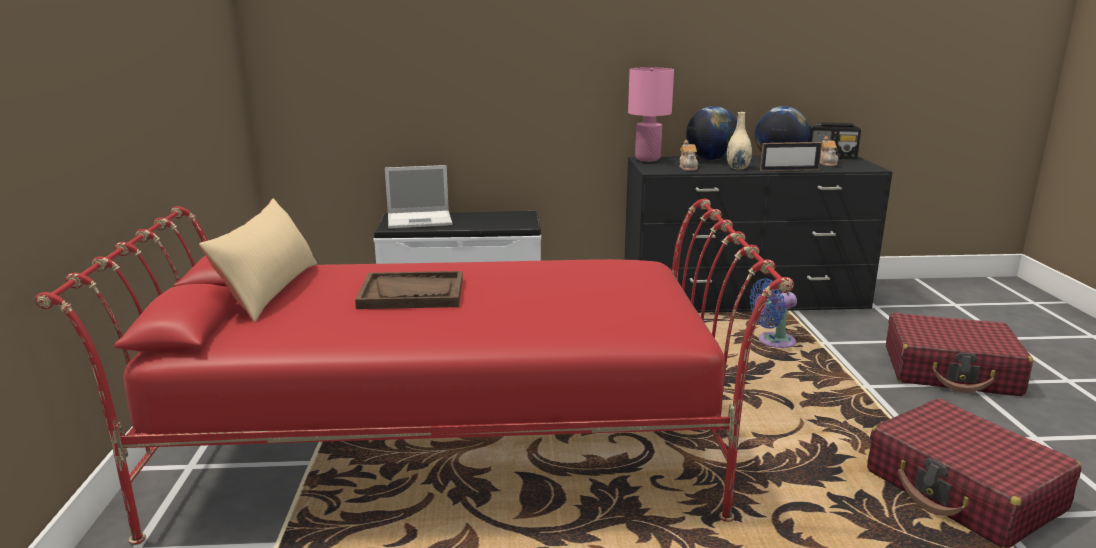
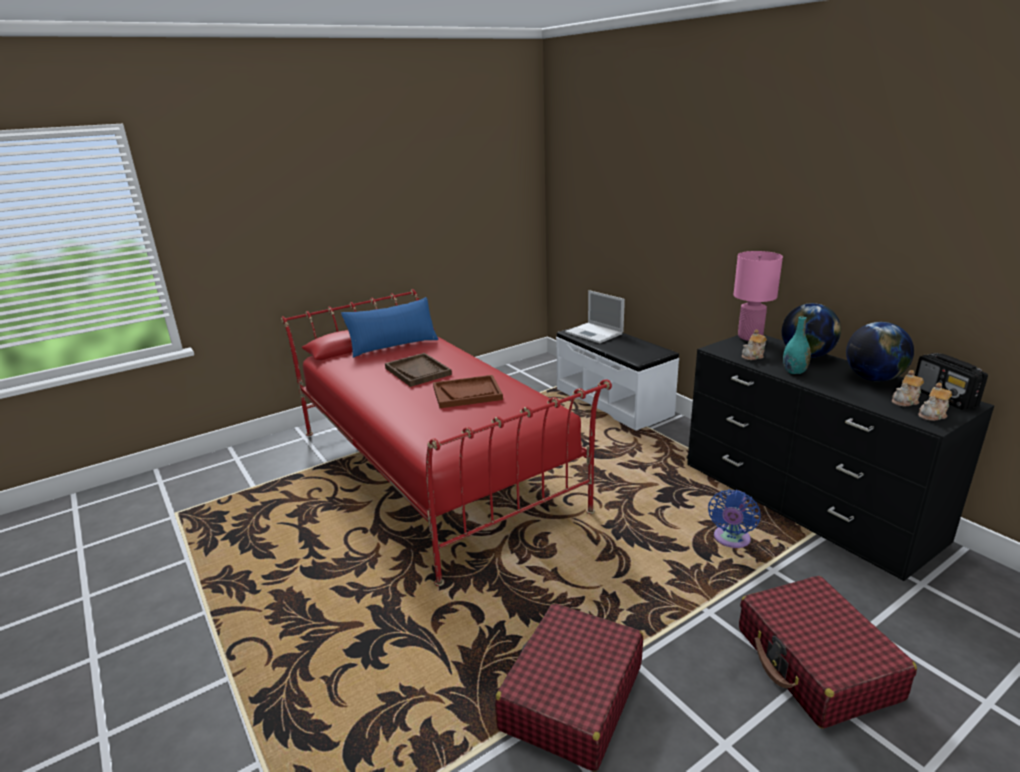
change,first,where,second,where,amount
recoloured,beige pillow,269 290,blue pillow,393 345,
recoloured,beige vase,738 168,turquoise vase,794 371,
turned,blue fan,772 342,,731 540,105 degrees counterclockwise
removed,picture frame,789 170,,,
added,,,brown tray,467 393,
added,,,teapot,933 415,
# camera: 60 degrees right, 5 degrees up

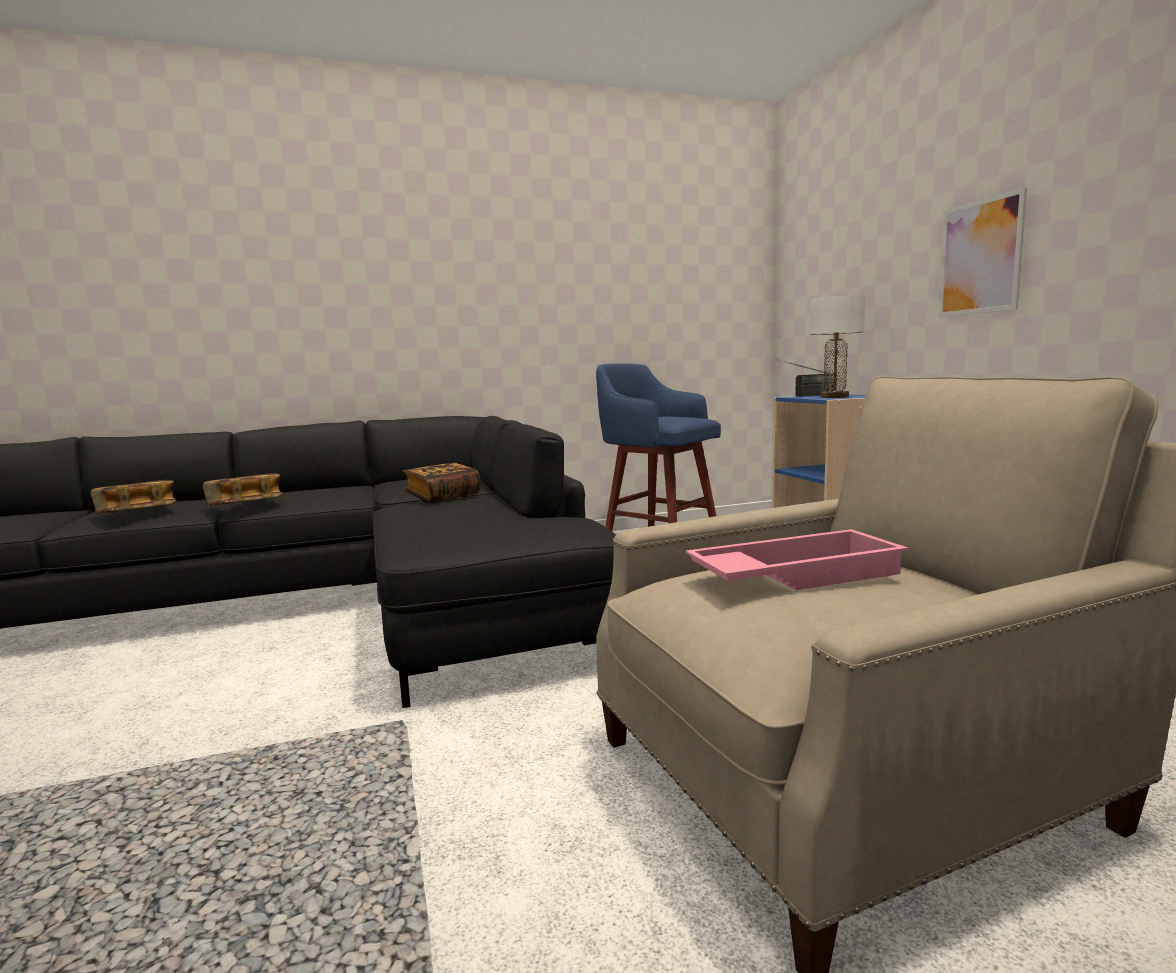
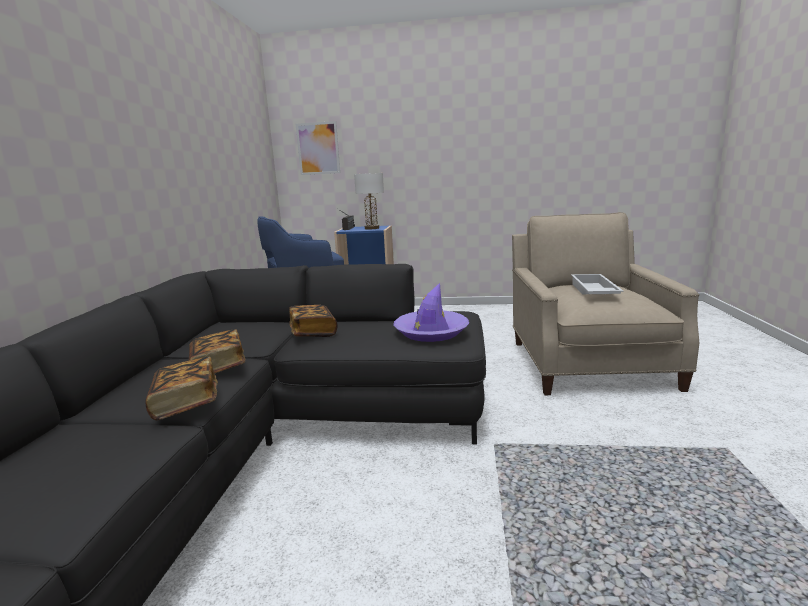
change,first,where,second,where,amount
moved,book,136 513,,218 367,
recoloured,pink tray,794 574,white tray,593 291,
moved,picture,980 257,,318 148,
added,,,purple hat,431 332,
# camera: 65 degrees left, 5 degrees up

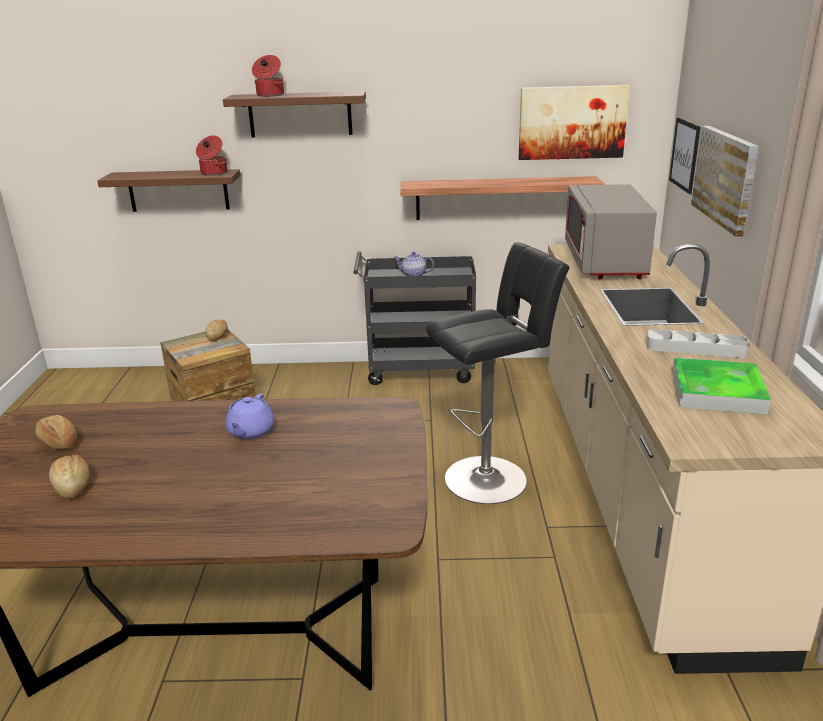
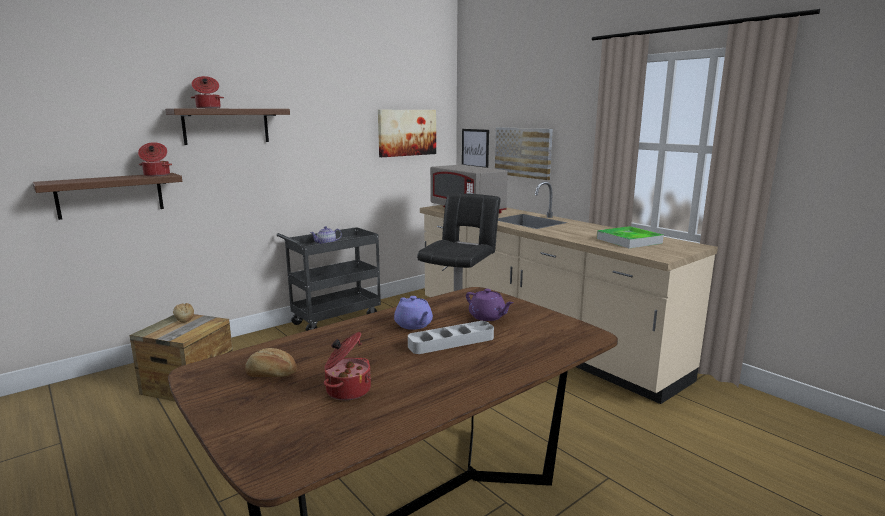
change,first,where,second,where,amount
replaced,bread,72 485,cooking pot,347 390,
removed,shelf,498 198,,,
moved,grey tray,695 348,,451 342,
added,,,purple teapot,488 317,
# camera: 40 degrees left, 10 degrees down

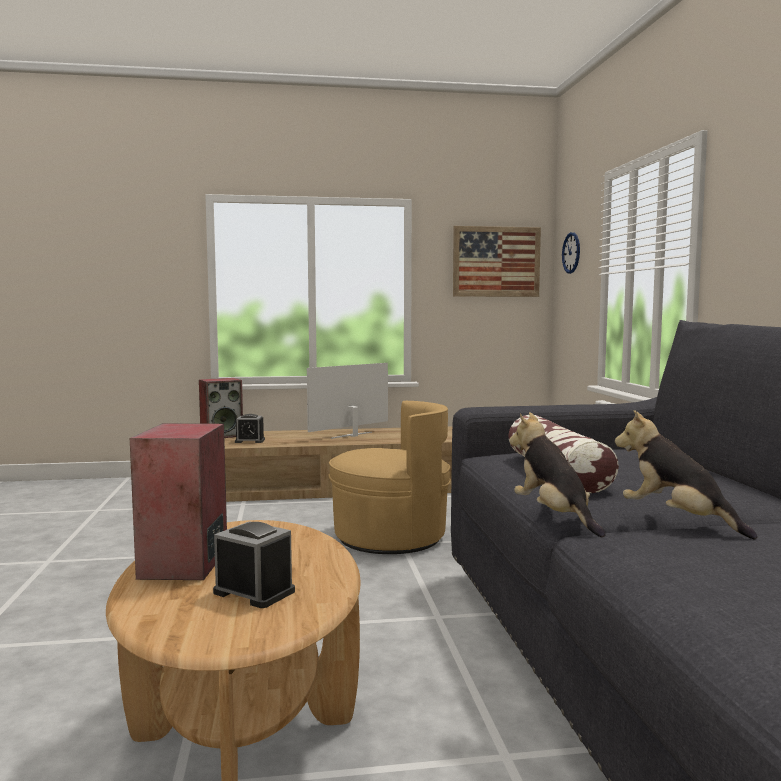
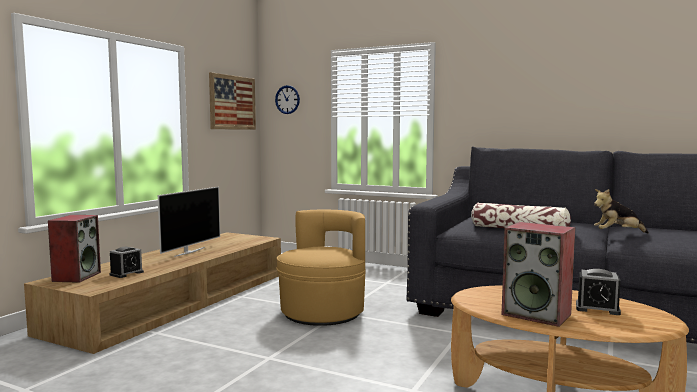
change,first,where,second,where,amount
turned,alarm clock,254 592,,597 308,135 degrees counterclockwise
turned,television,352 435,,189 252,150 degrees counterclockwise
removed,plush toy,554 516,,,
# camera: 55 degrees left, 0 degrees up

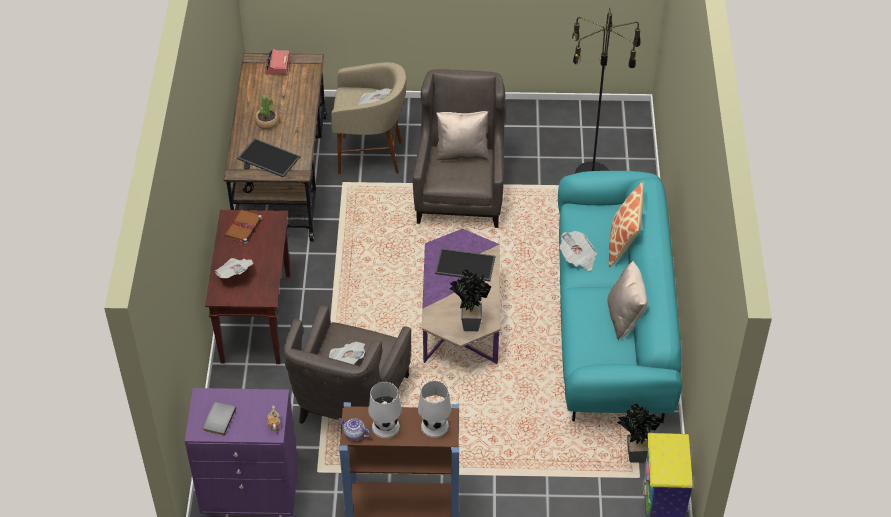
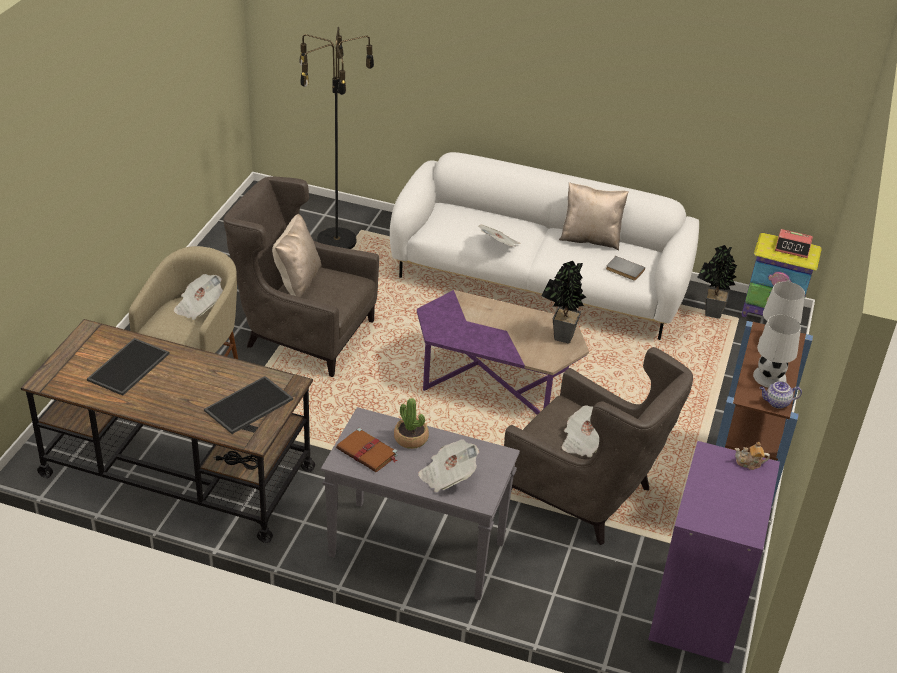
change,first,where,second,where,amount
moved,grey book,218 419,,624 270,
recoloured,brown console table,255 317,grey console table,415 550,
moved,potted plant,267 122,,411 438,
moved,alarm clock,277 66,,793 248,
turned,teapot,354 434,,776 402,45 degrees clockwise
moved,tray,464 266,,129 368,
recoloured,turquoise sofa,611 321,white sofa,539 282,
removed,pillow,623 244,,,
# camera: 75 degrees left, 10 degrees down

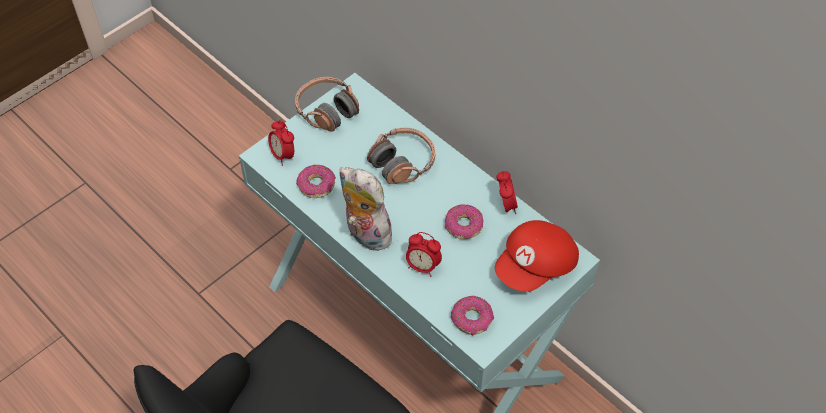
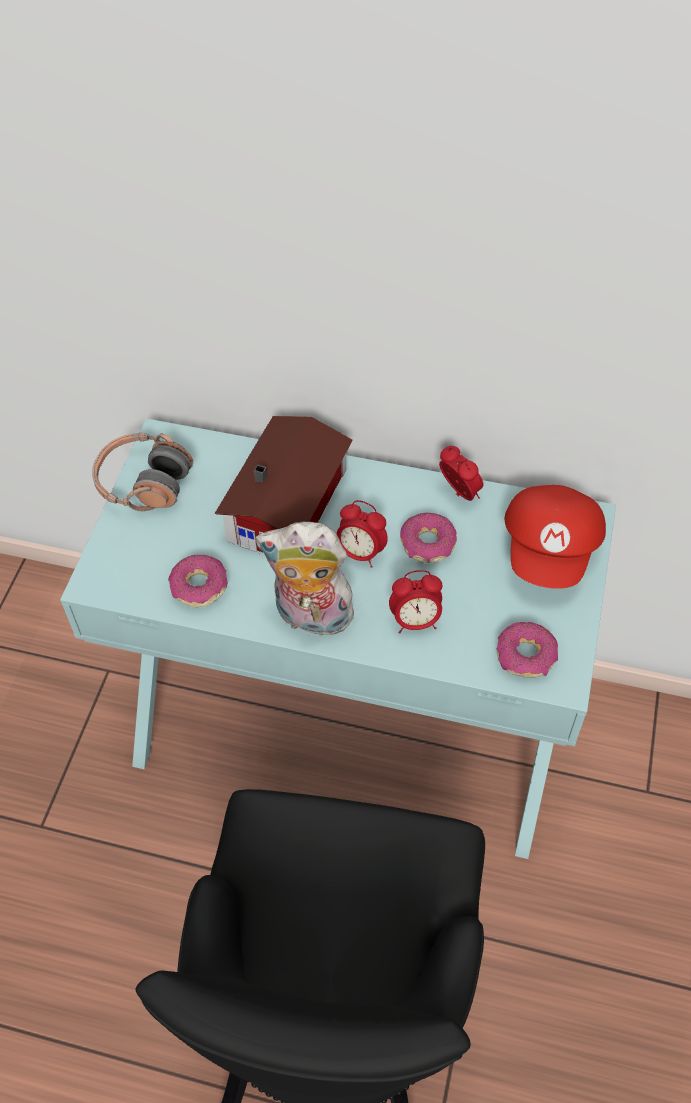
change,first,where,second,where,amount
moved,alarm clock,283 155,,360 553,
replaced,headphones,402 162,toy house,292 502,
# camera: 30 degrees left, 0 degrees up

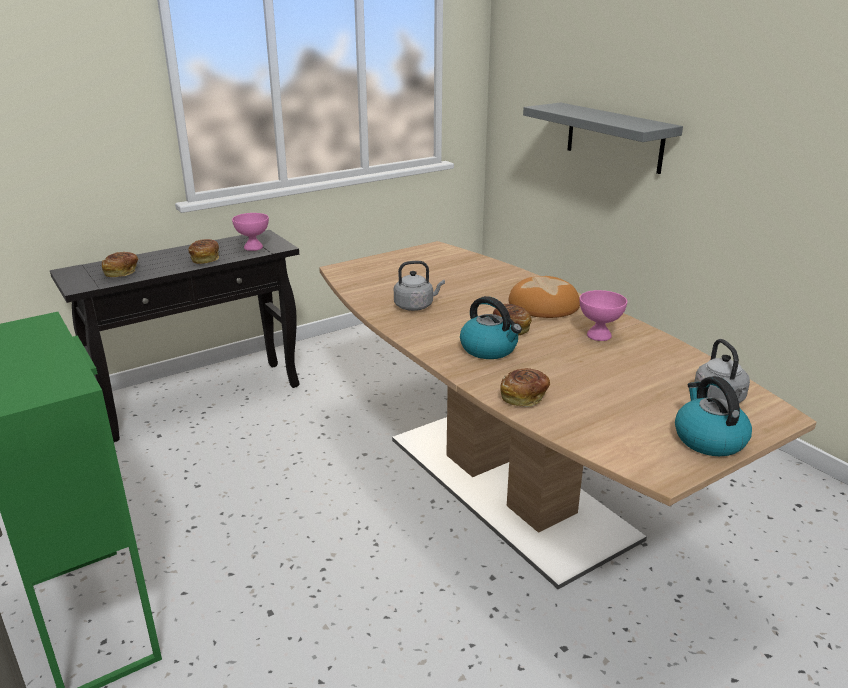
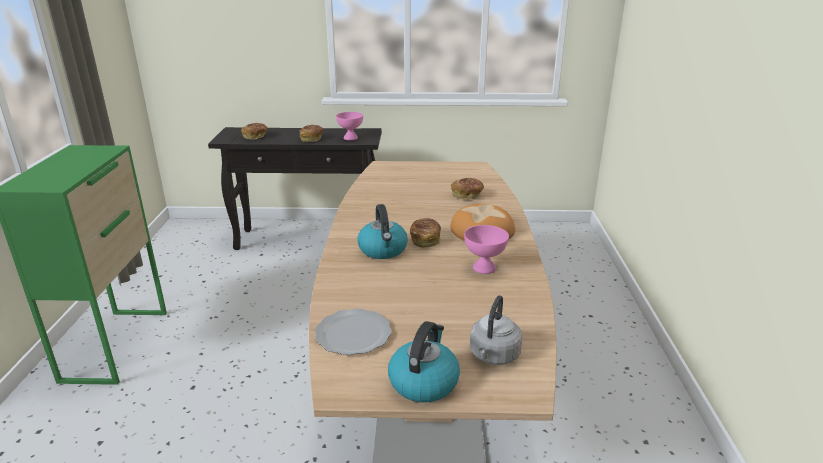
change,first,where,second,where,amount
removed,grey kettle,416 306,,,
moved,bread,524 397,,467 195,
removed,grey shelf,614 137,,,
added,,,plate,352 334,
# camera: 35 degrees right, 0 degrees up

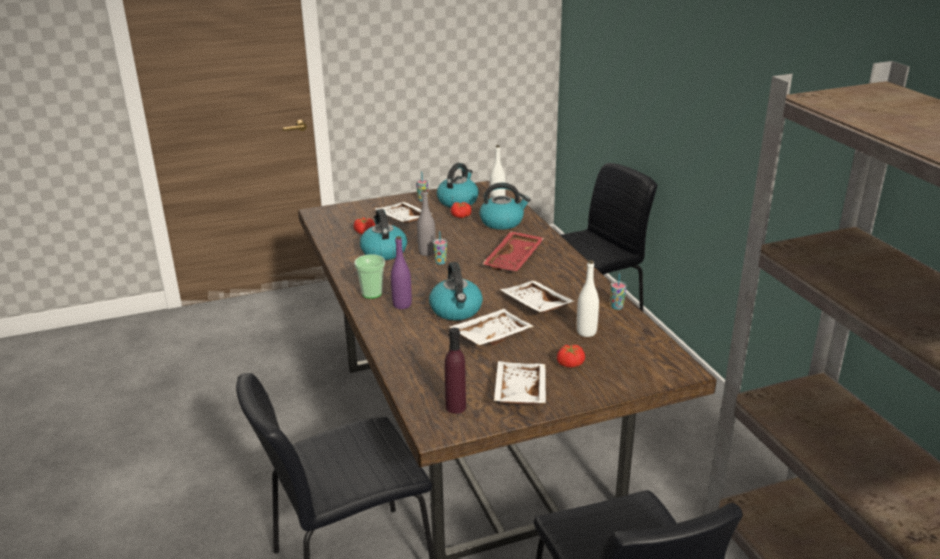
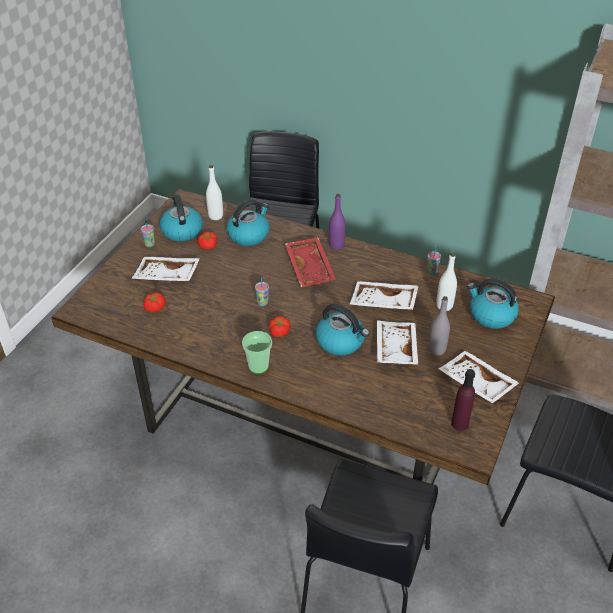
change,first,where,second,where,amount
moved,kettle,383 251,,491 315,
moved,purple bottle,402 305,,336 245,
moved,grey bottle,427 252,,436 350,
moved,tomato,570 363,,279 332,
# camera: 45 degrees left, 15 degrees up

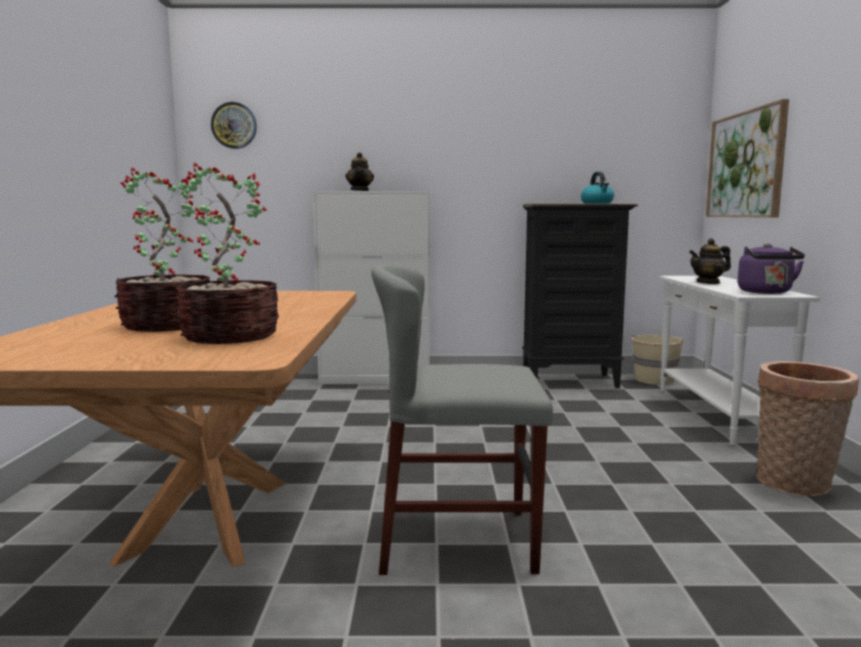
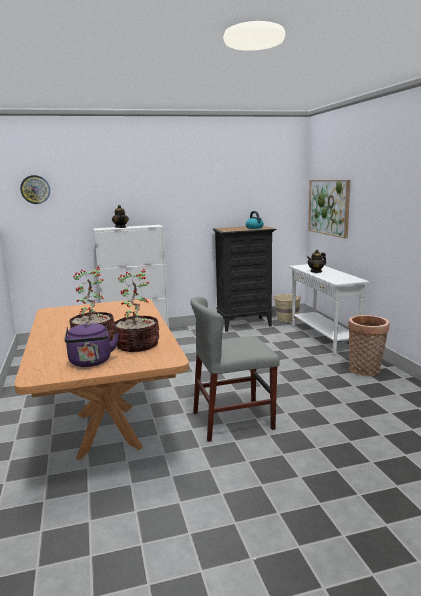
change,first,where,second,where,amount
moved,purple kettle,766 292,,91 362,
# camera: 15 degrees left, 5 degrees up

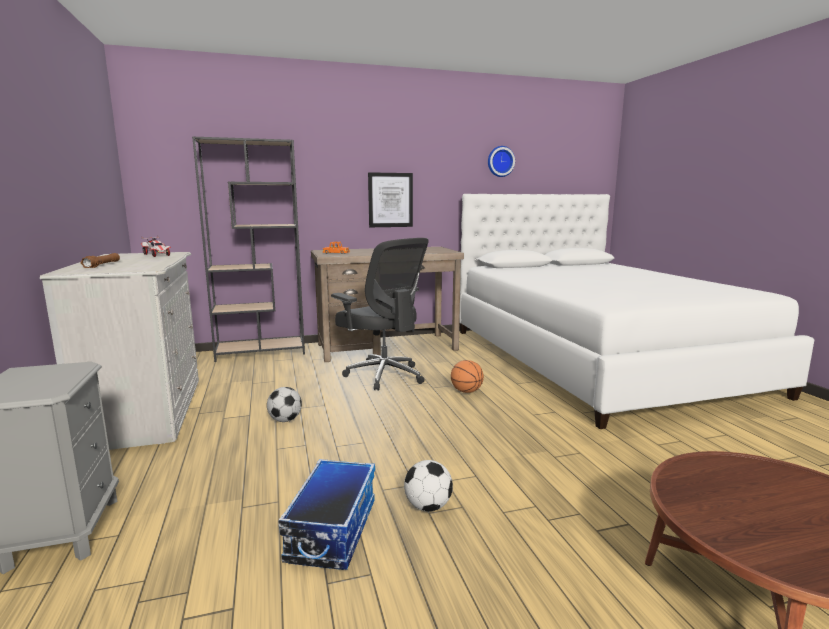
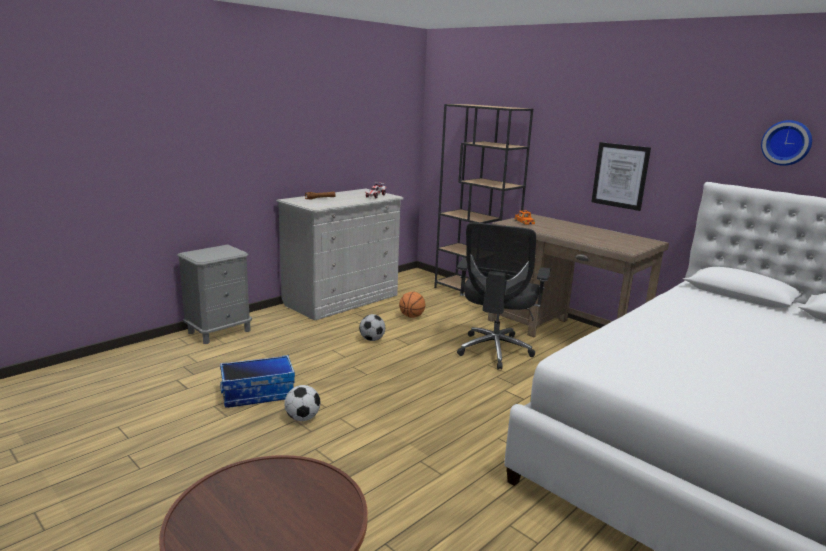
change,first,where,second,where,amount
moved,basketball,466 391,,411 316,
# camera: 60 degrees right, 5 degrees up

